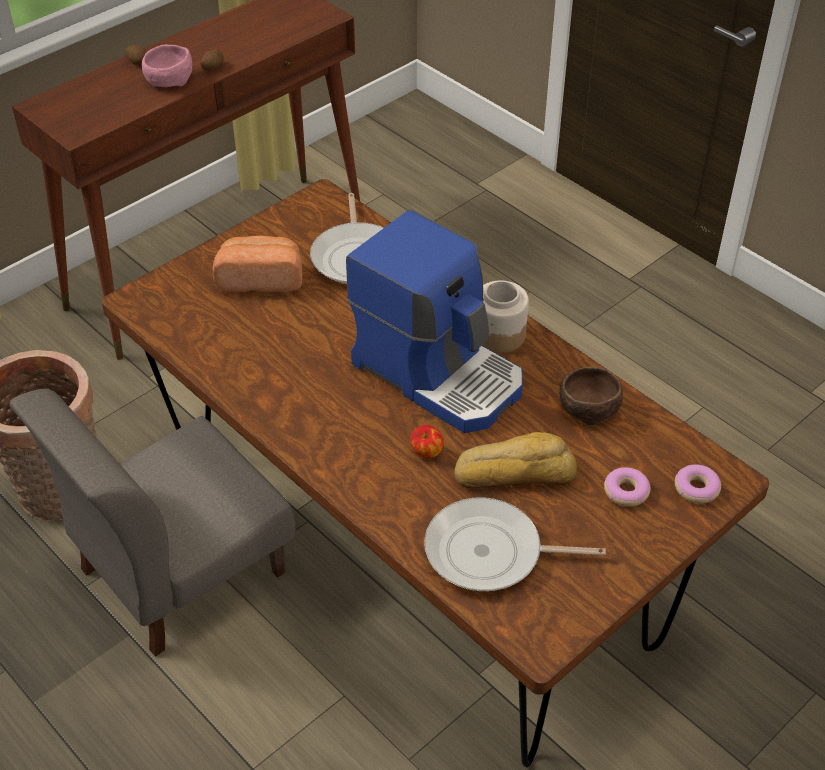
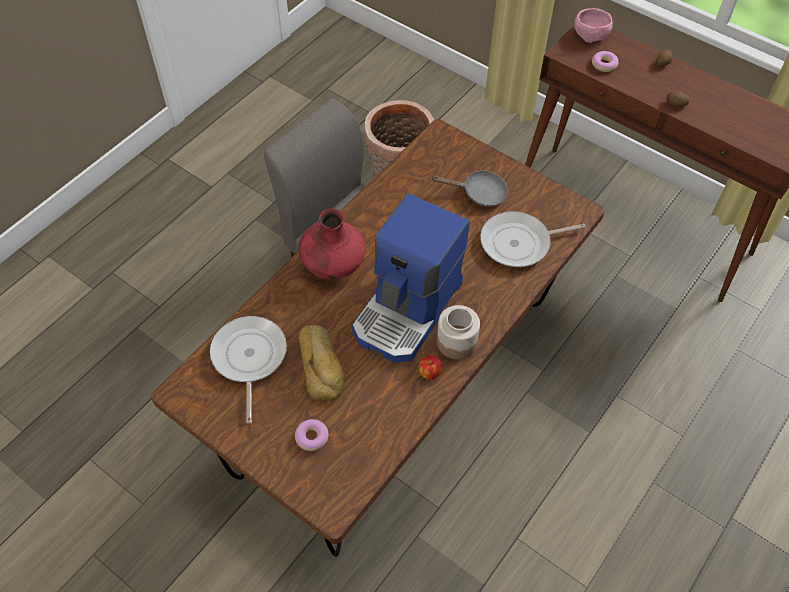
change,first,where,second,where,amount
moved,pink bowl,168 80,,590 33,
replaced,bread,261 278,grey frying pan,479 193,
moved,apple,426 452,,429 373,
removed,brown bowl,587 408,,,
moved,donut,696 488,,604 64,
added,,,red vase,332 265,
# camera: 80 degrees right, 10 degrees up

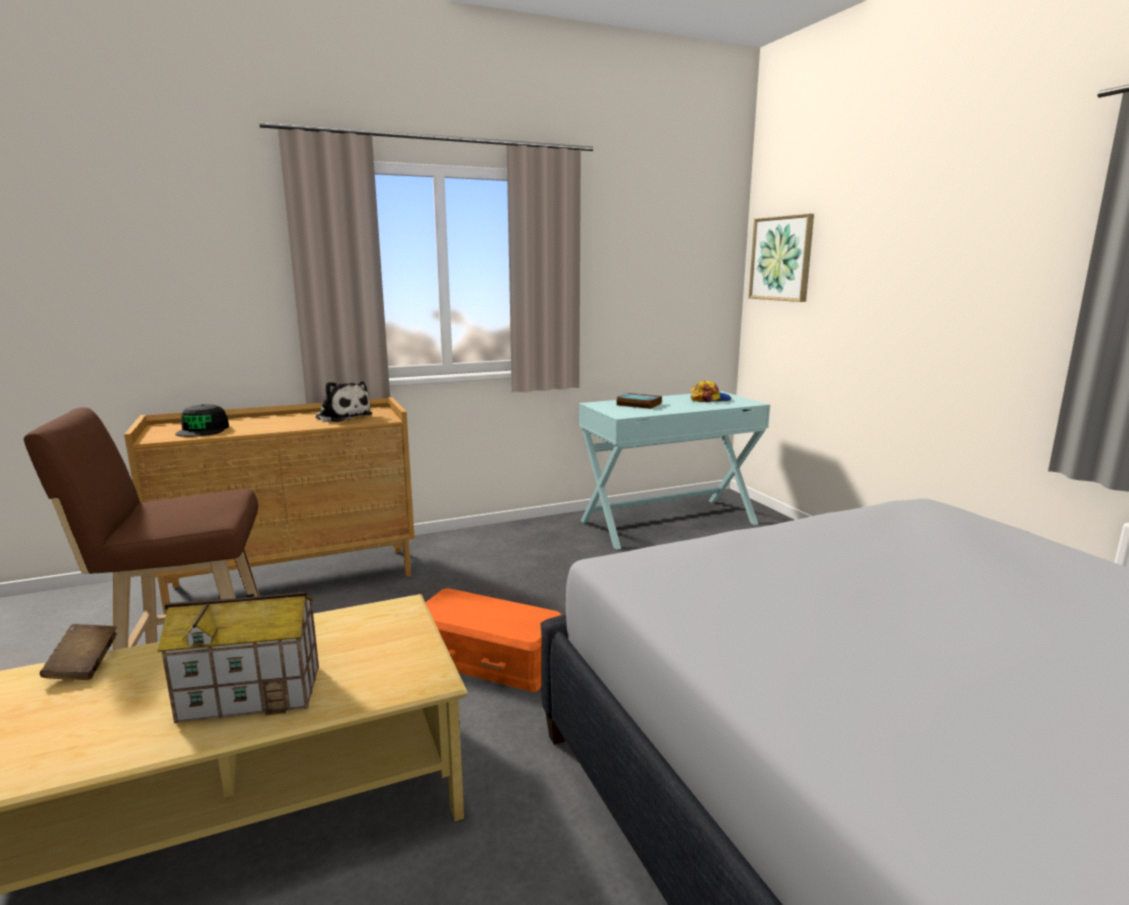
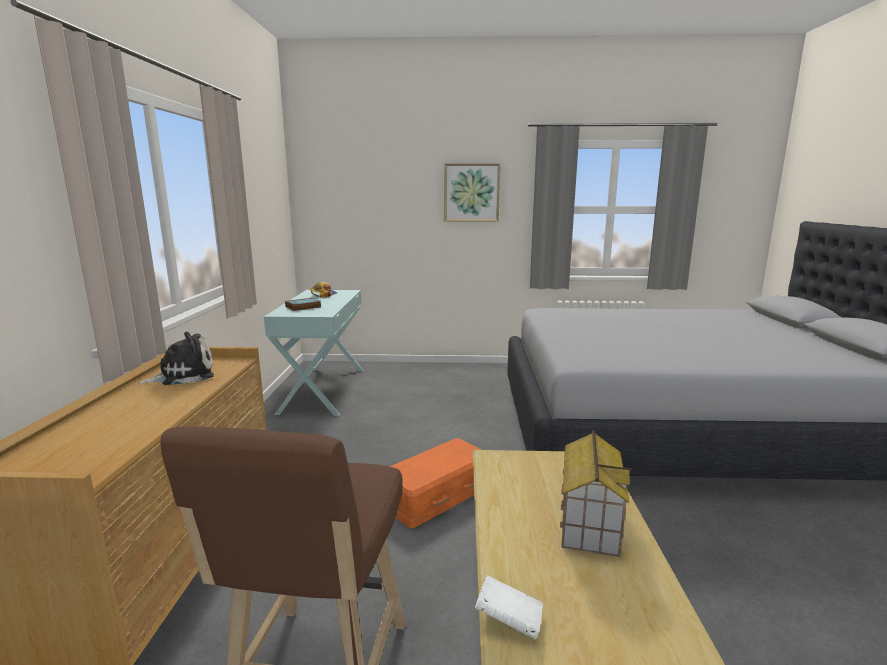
change,first,where,second,where,amount
recoloured,brown book,84 666,white book,508 620,
removed,black cap,203 430,,,
moved,picture,781 258,,471 192,
# camera: 65 degrees left, 0 degrees up

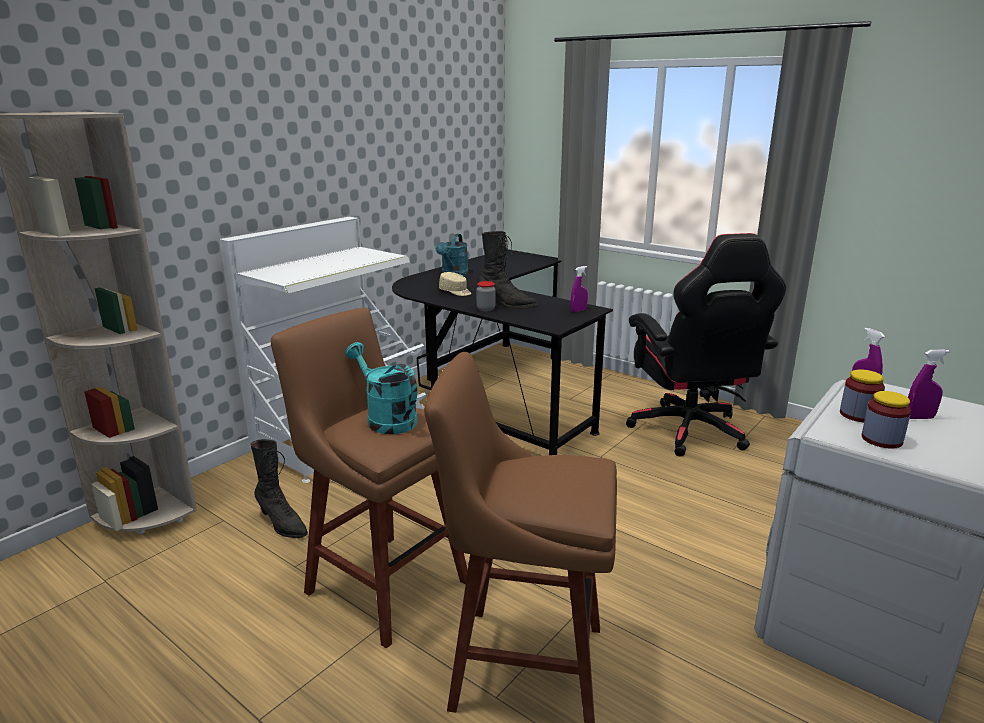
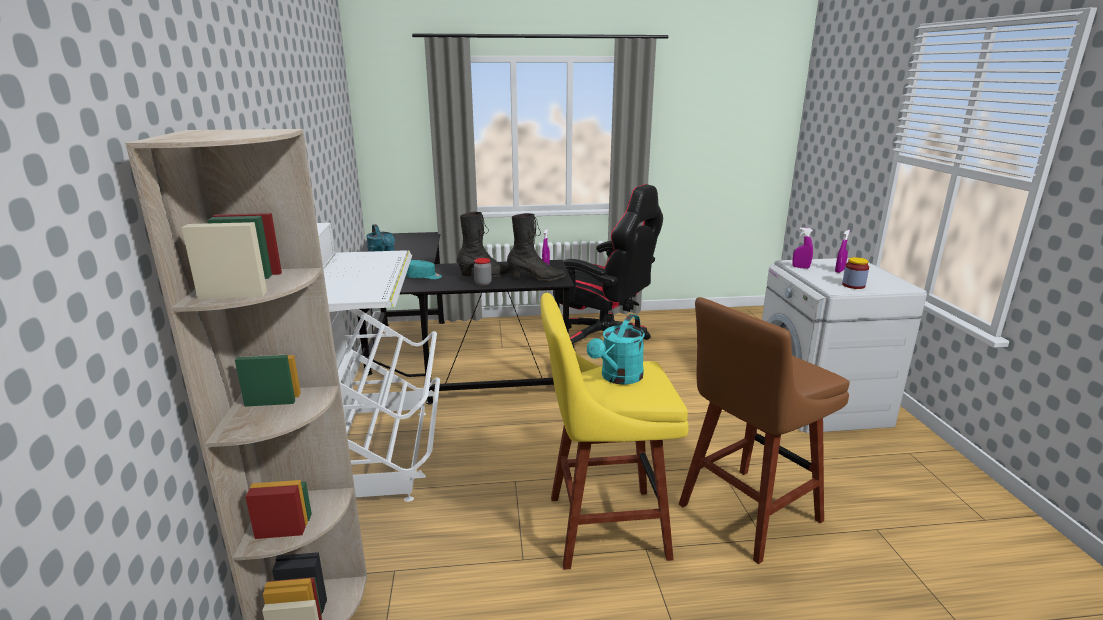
change,first,where,second,where,amount
moved,black boot,282 524,,536 278,
recoloured,brown stool,385 584,yellow stool,603 526,
turned,turquoise watering can,386 419,,618 378,60 degrees counterclockwise
recoloured,beige cap,455 292,turquoise cap,424 277,
removed,jar,858 415,,,
# camera: 45 degrees left, 0 degrees up

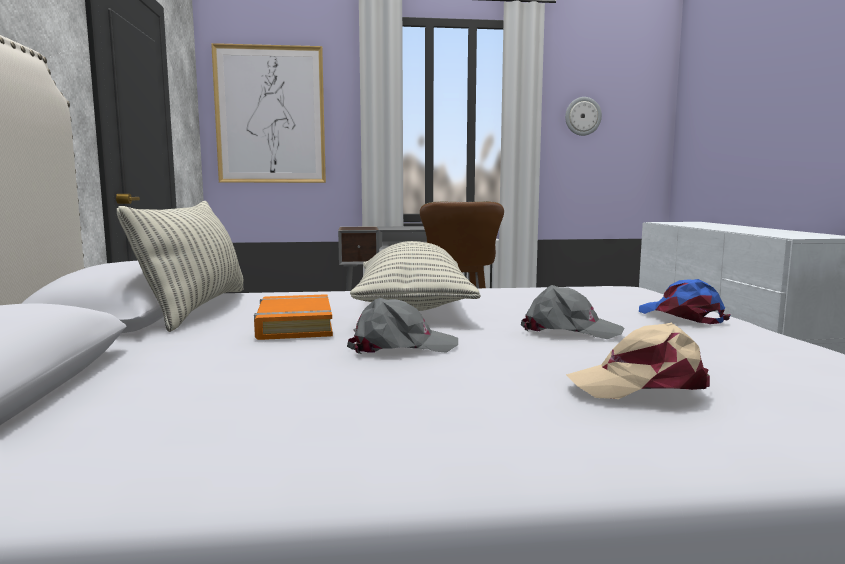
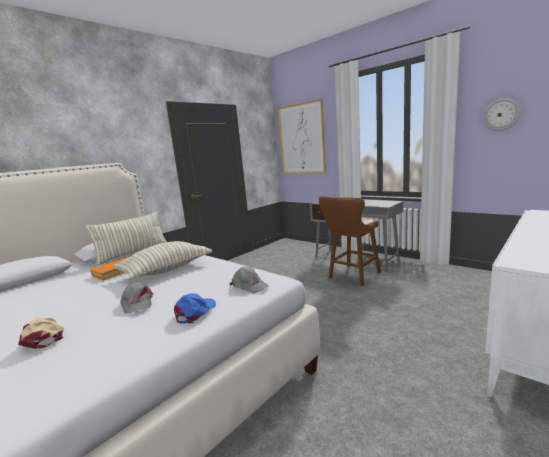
change,first,where,second,where,amount
moved,grey cap,401 346,,249 286,
# camera: 50 degrees right, 5 degrees up

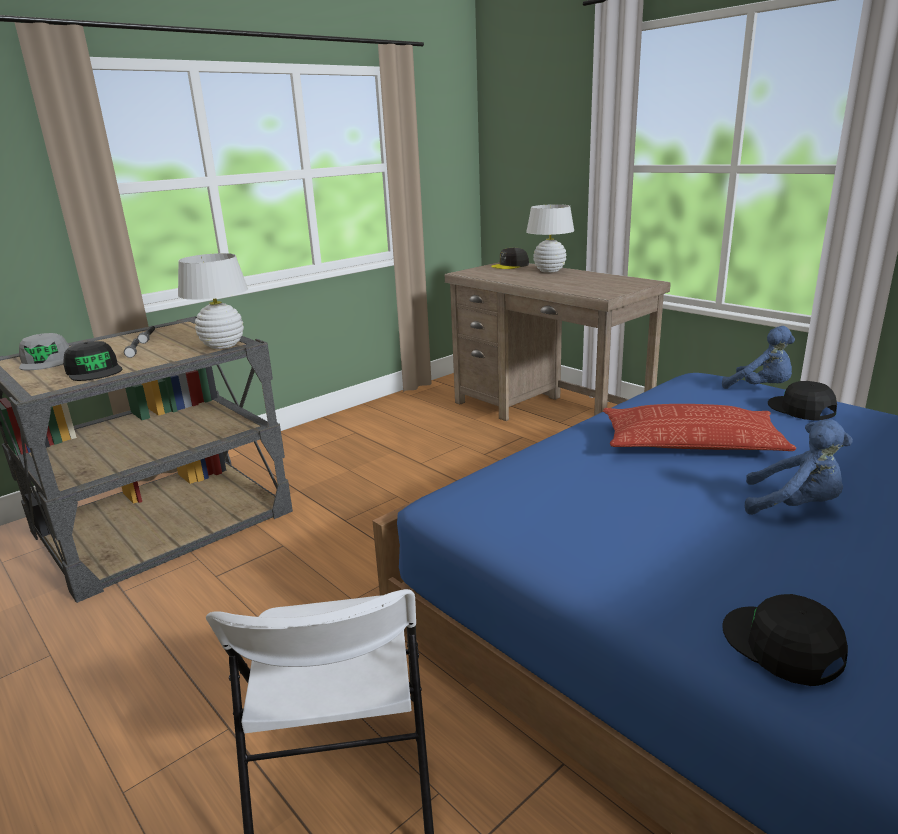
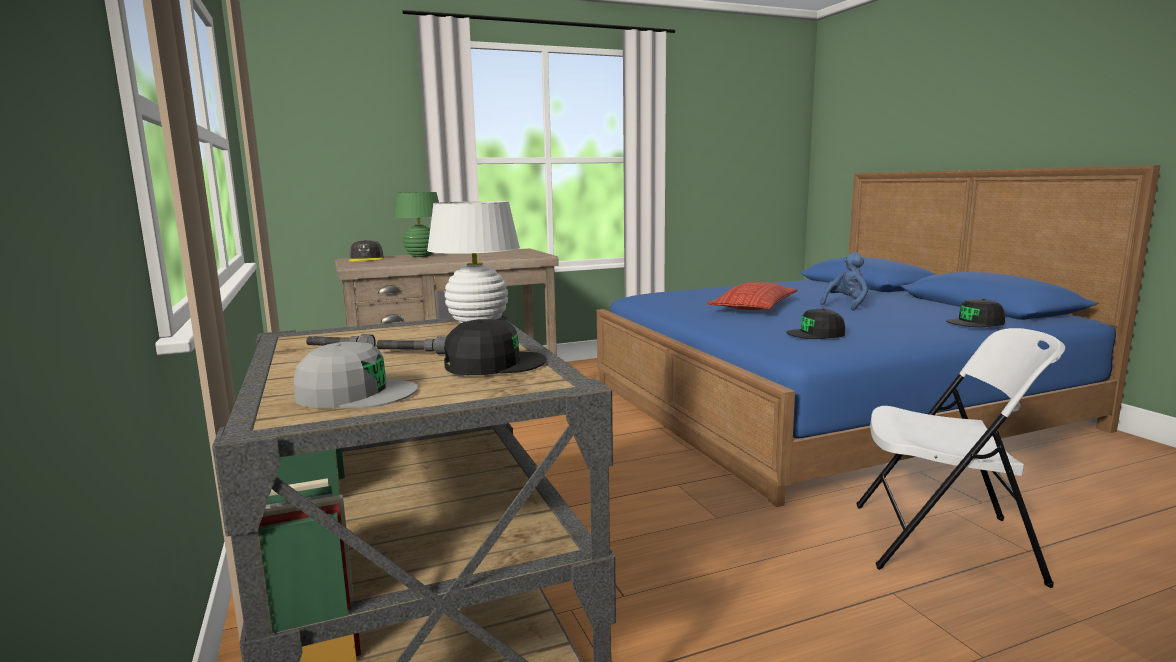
change,first,where,second,where,amount
recoloured,white table lamp,549 271,green table lamp,421 256,
removed,blue plush toy,761 388,,,
moved,black cap,801 409,,816 334,
# camera: 70 degrees left, 10 degrees down

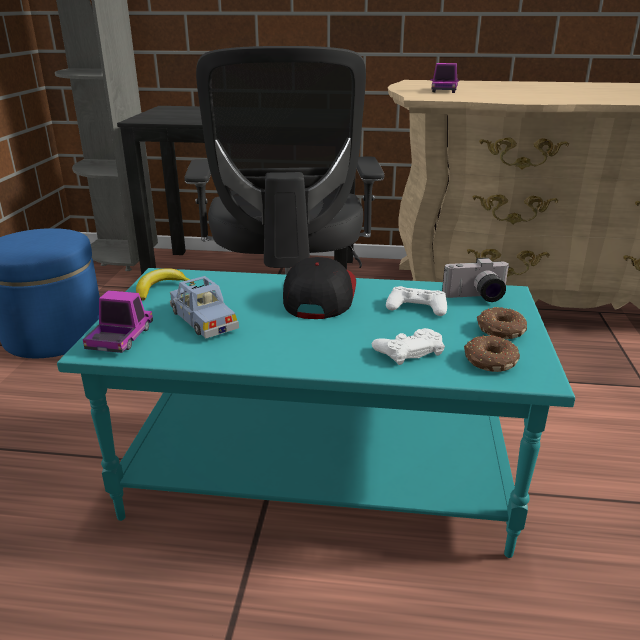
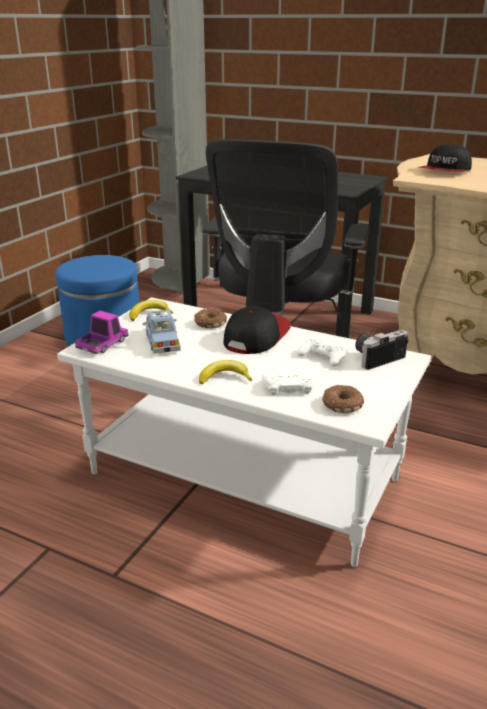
change,first,where,second,where,amount
recoloured,turquoise coffee table,317 477,white coffee table,241 478,
replaced,toy truck,444 91,cap,445 171,
turned,photo camera,476 298,,377 357,135 degrees clockwise
moved,donut,500 330,,209 323,
added,,,banana,224 378,
# camera: 20 degrees right, 0 degrees up

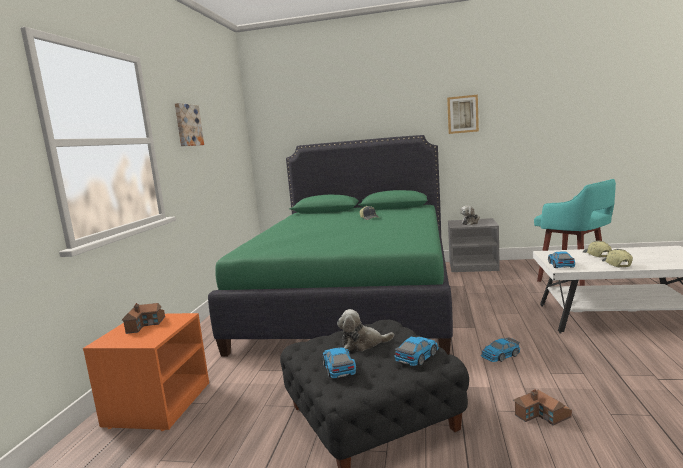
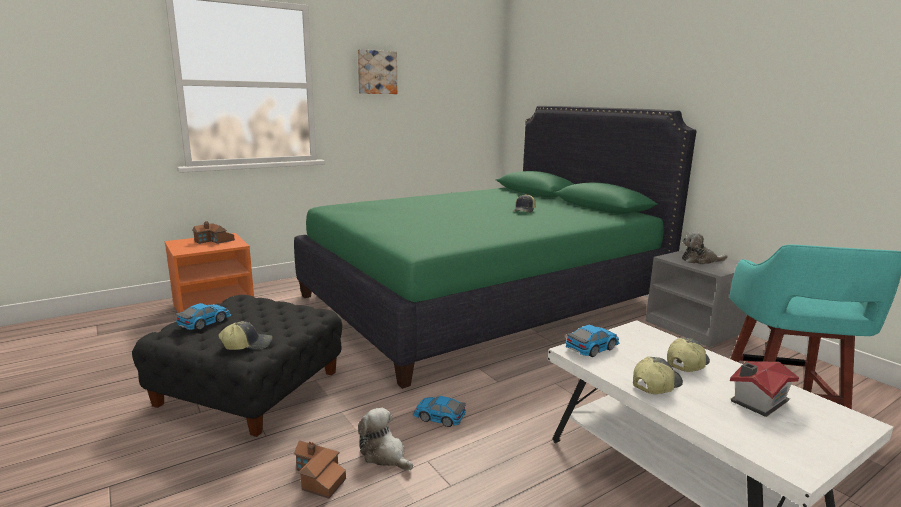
change,first,where,second,where,amount
moved,plush toy,363 344,,385 455,
replaced,toy car,417 356,cap,247 344,
removed,picture,462 114,,,
added,,,toy house,757 401,
# camera: 45 degrees right, 5 degrees up

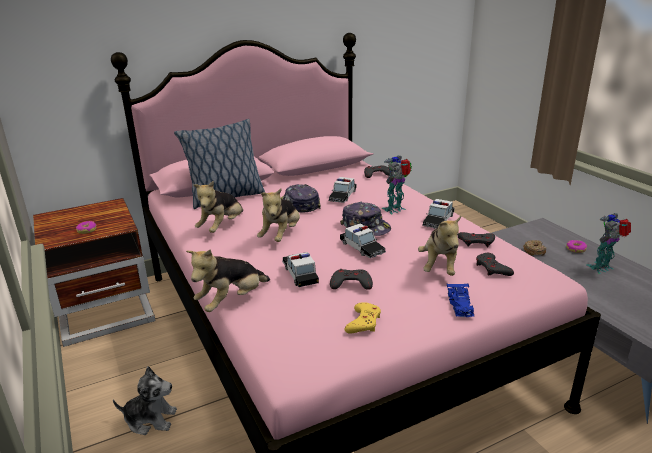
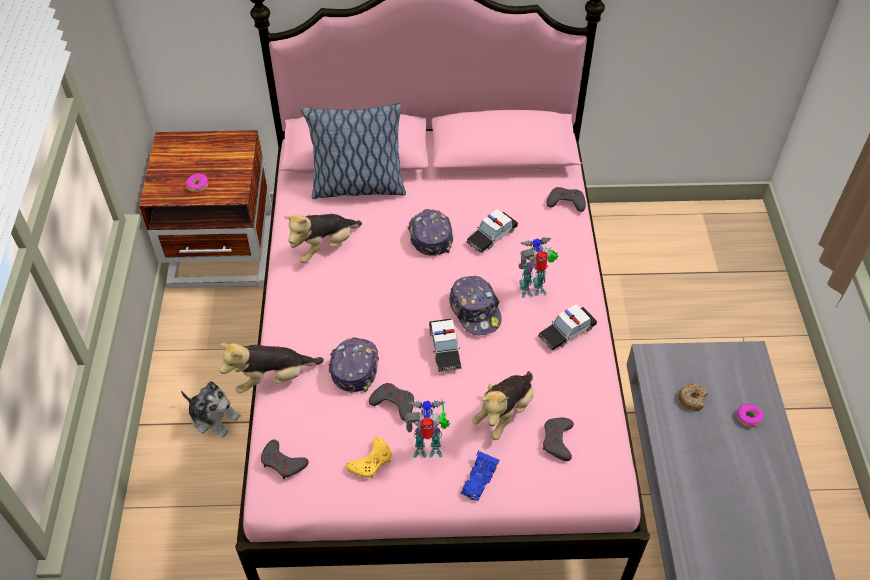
change,first,where,second,where,amount
removed,plush toy,281 235,,,
replaced,toy car,300 274,cap,354 367,
moved,grey game controller,476 242,,283 462,
moved,toy robot,602 268,,429 450,
# camera: 25 degrees right, 25 degrees up

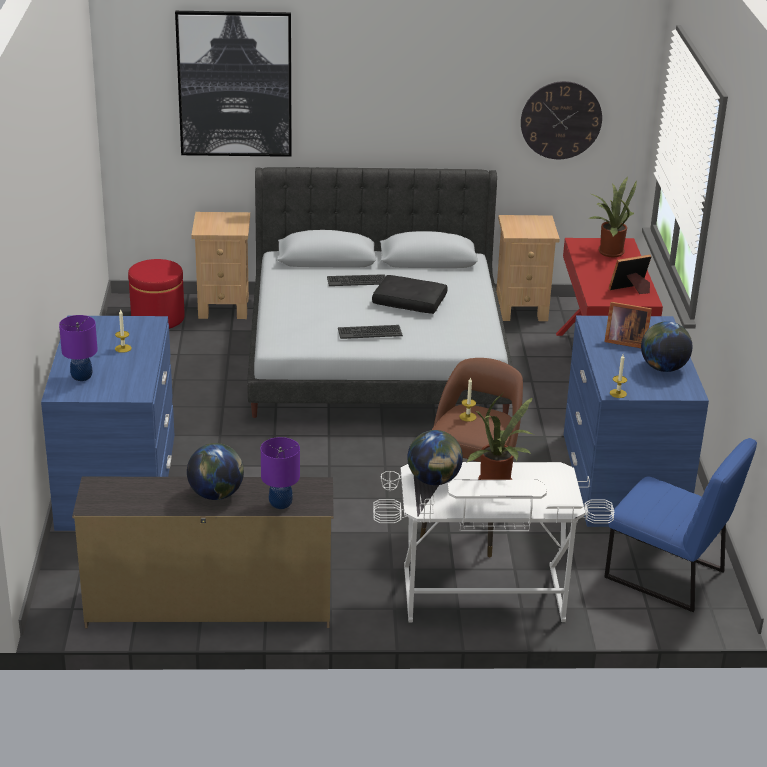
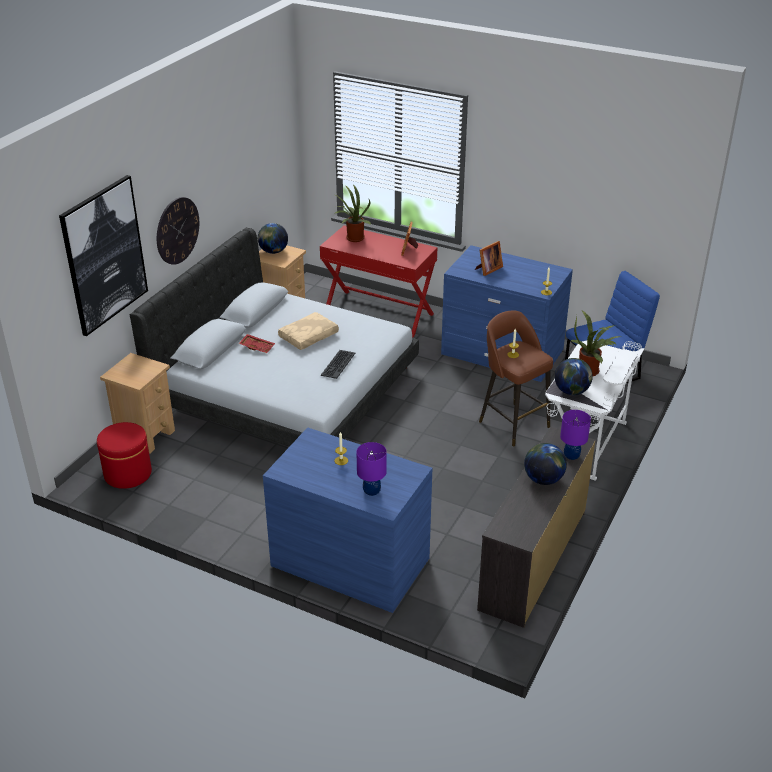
change,first,where,second,where,amount
replaced,keyboard,357 281,red tray,257 347,
recoloured,black pillow,408 302,beige pillow,309 337,
moved,wall clock,561 120,,177 230,
moved,globe,663 368,,273 251,
# camera: 60 degrees left, 5 degrees up

